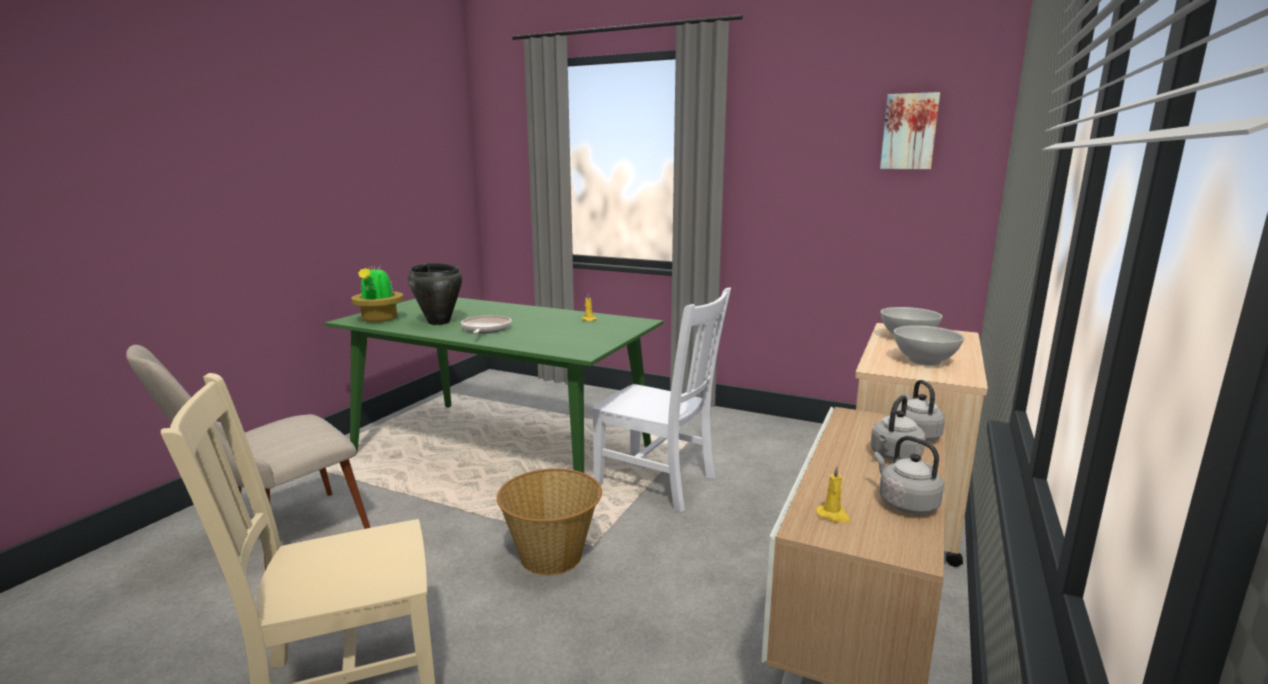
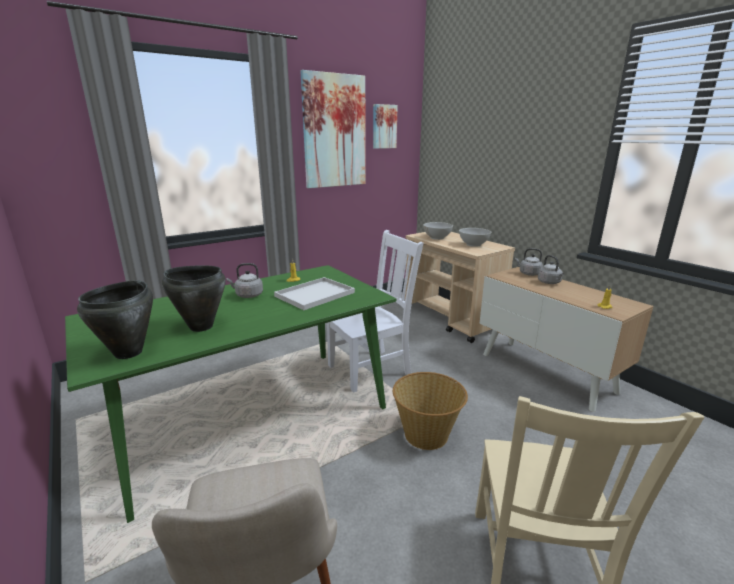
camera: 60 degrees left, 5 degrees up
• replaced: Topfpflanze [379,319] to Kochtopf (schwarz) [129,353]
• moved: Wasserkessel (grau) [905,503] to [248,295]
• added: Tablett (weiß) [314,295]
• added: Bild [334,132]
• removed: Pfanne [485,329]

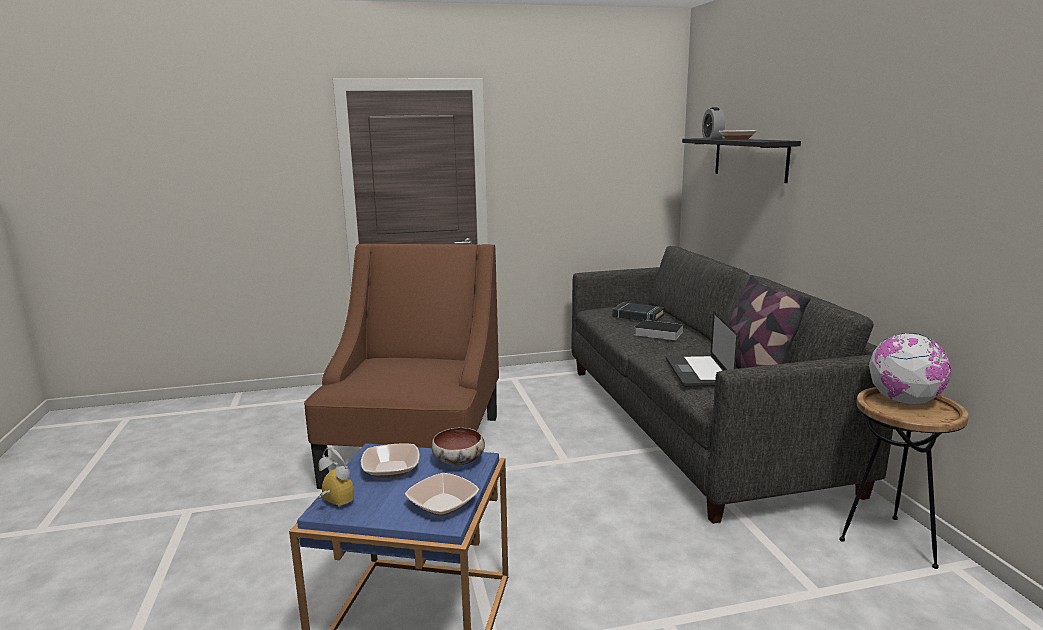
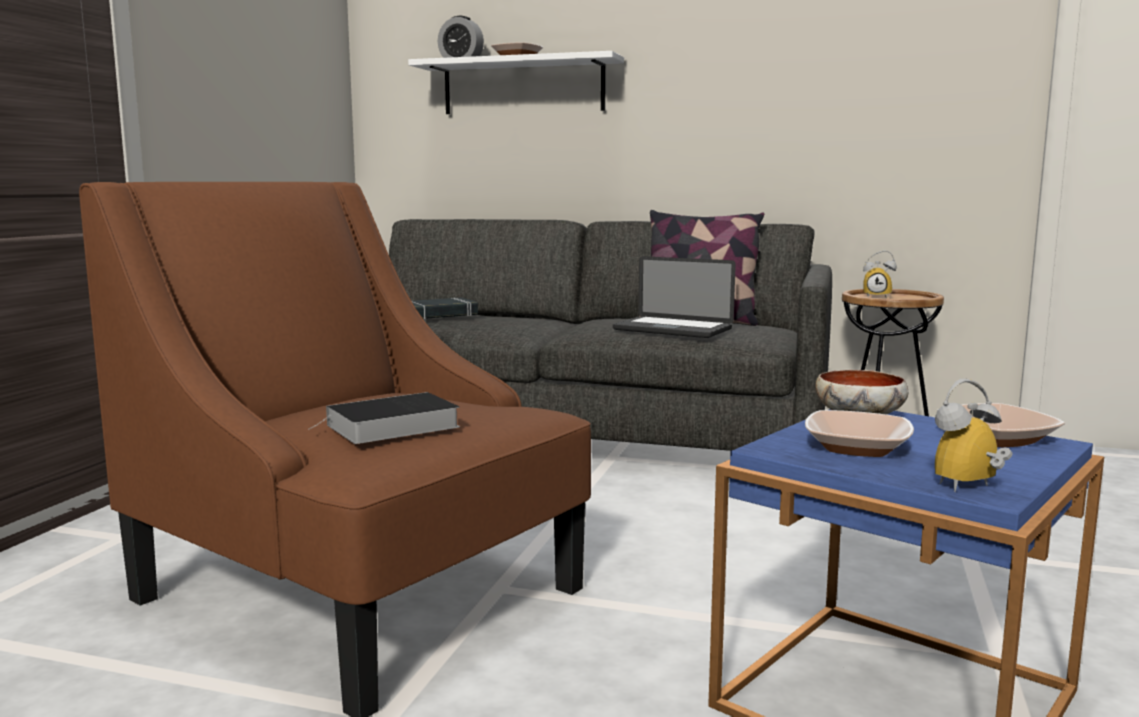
camera: 60 degrees left, 5 degrees down
• moved: Buch [656,333] to [390,427]
• recoloured: Wandregal (schwarz) [750,158] to Wandregal (weiß) [523,86]
• replaced: Globus [904,401] to Wecker [877,296]

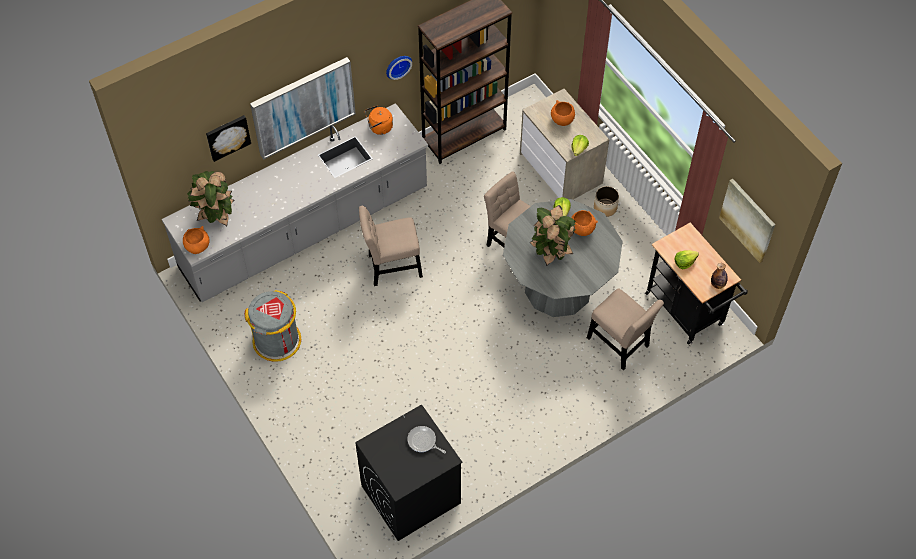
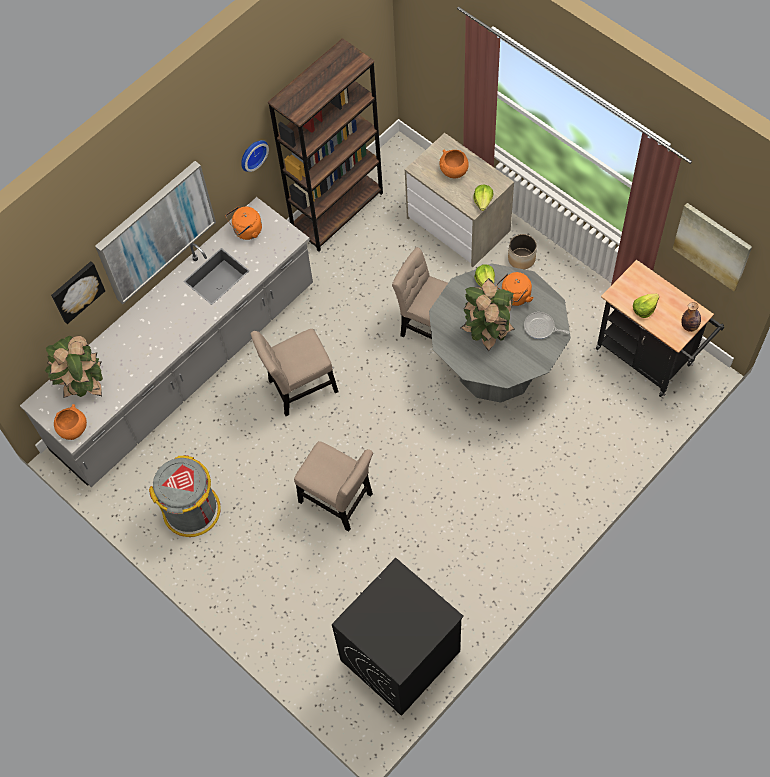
camera: 10 degrees left, 5 degrees up
• moved: Stuhl (beige) [619,344] to [338,500]
• replaced: Schüssel (orange) [582,229] to Wasserkessel (orange) [514,297]
• moved: Pfanne [423,441] to [541,328]

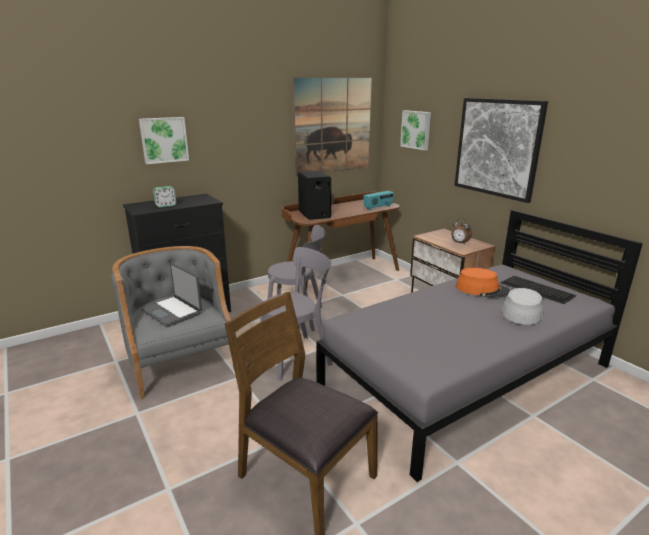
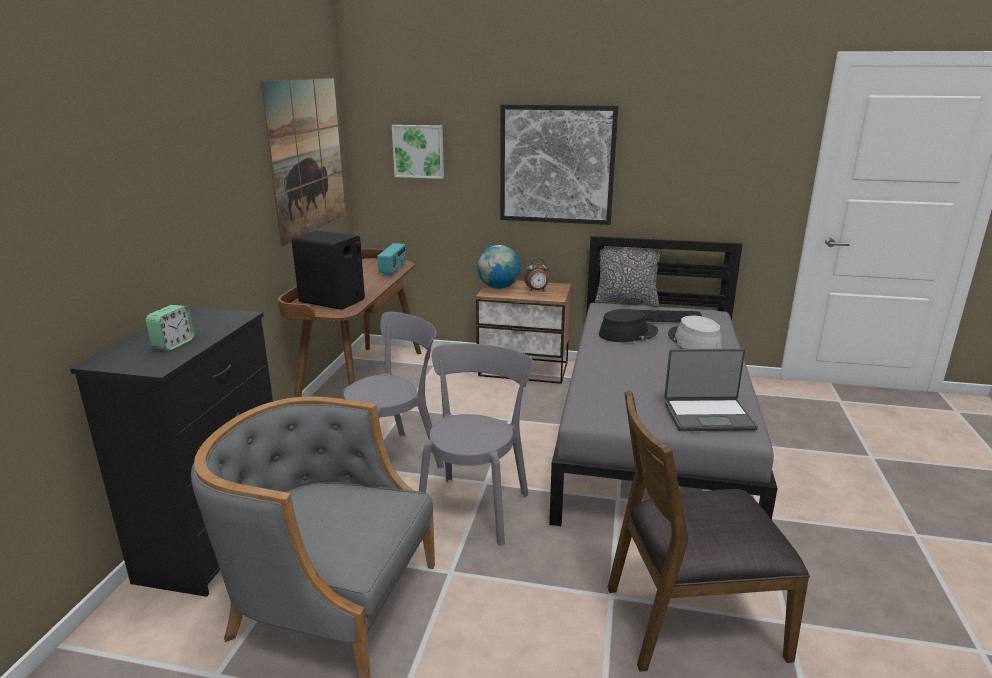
camera: 45 degrees left, 0 degrees up
• added: Globus [498,287]
• added: Kissen [626,302]
• recoloured: Hut (orange) [482,289] to Hut (schwarz) [628,333]
• moved: Laptop [172,311] to [708,415]
• removed: Bild [164,140]

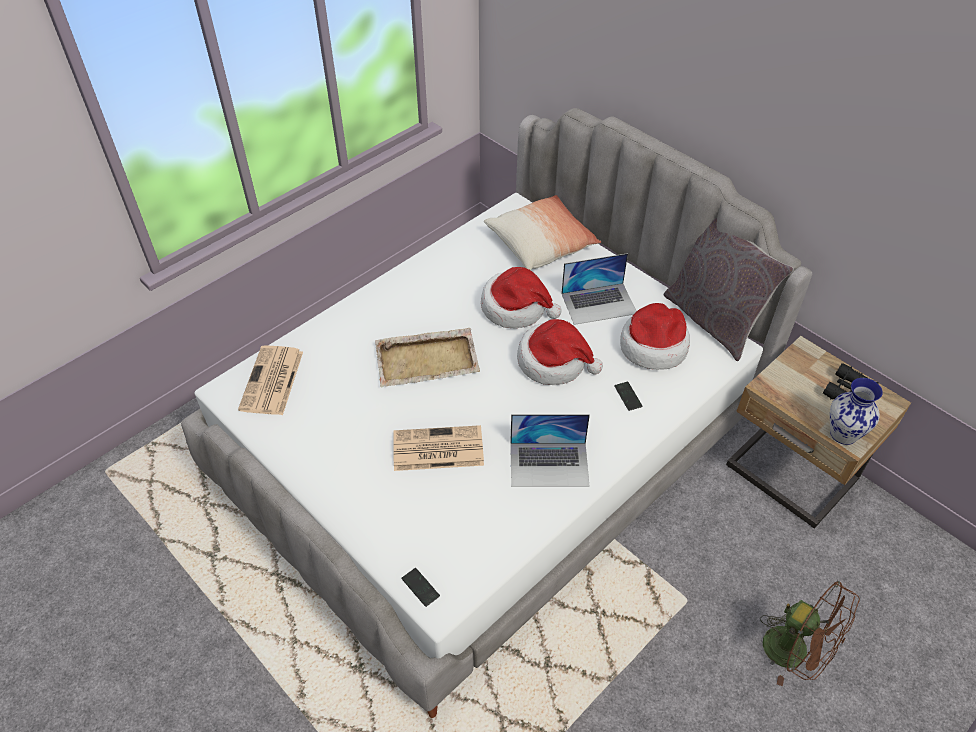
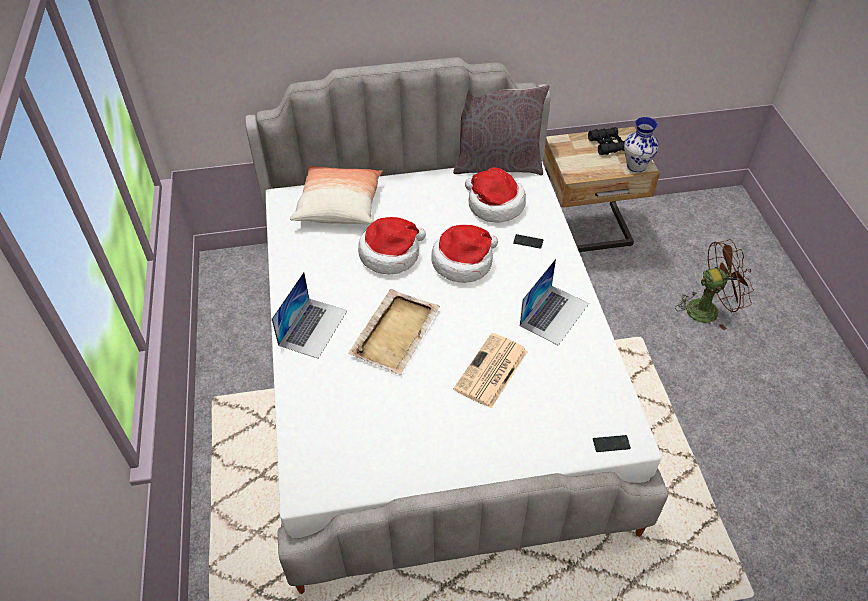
camera: 55 degrees left, 0 degrees up
• moved: Laptop [599,303] to [313,327]
• removed: Zeitung [272,382]

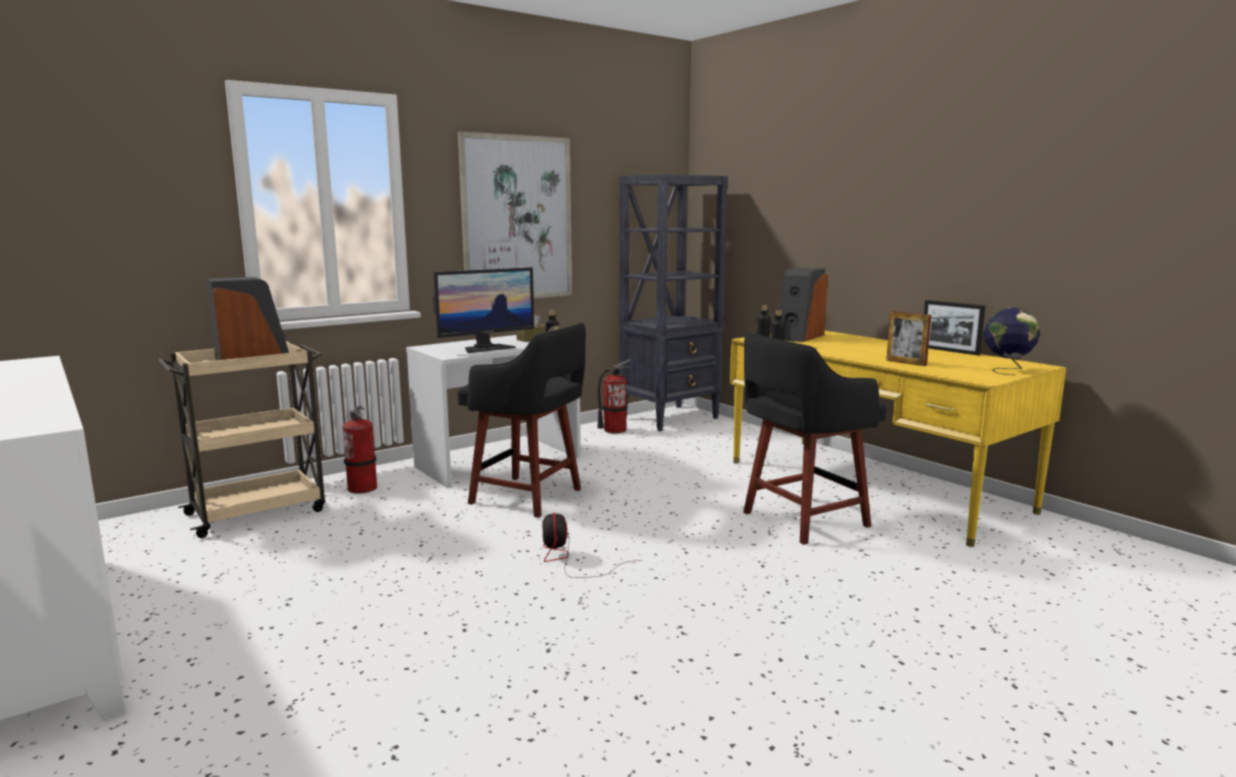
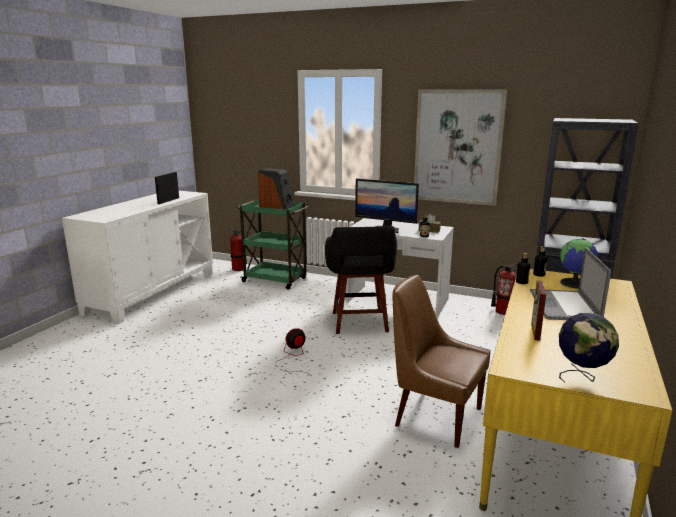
camera: 60 degrees right, 5 degrees up
• moved: Bilderrahmen [949,351] to [168,201]
• moved: Feuerlöscher [362,488] to [239,268]
• recoloured: Rollwagen (beige) [259,512] to Rollwagen (grün) [275,280]
• replaced: Hocker (schwarz) [802,520] to Stuhl (braun) [435,416]
• added: Laptop [564,305]
• replaced: Lautsprecher [799,337] to Globus [575,283]

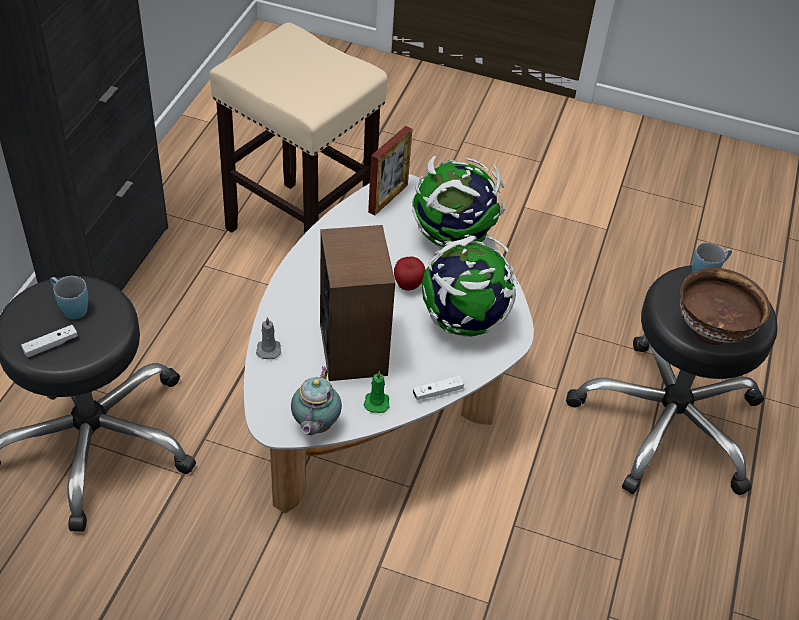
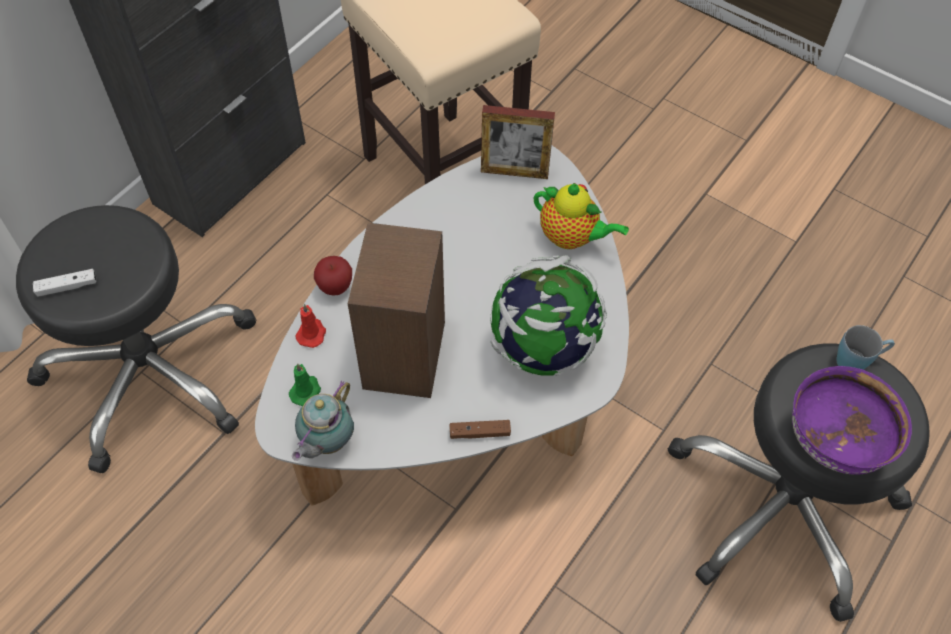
camera: 20 degrees right, 10 degrees up
• moved: Kerze (grün) [376,401] to [306,391]
• recoloured: Kerze (grau) [268,348] to Kerze (rot) [312,333]
• moved: Apfel [408,285] to [335,288]
• recoloured: Gamepad (weiß) [437,392] to Gamepad (braun) [480,433]
• turned: Bilderrahmen [388,198] = [514,172] 45 degrees clockwise
• replaced: Globus [453,237] to Teekanne [571,237]
• recoloured: Schüssel (braun) [711,331] to Schüssel (lila) [832,442]
• removed: Henkelbecher (blau) [70,307]

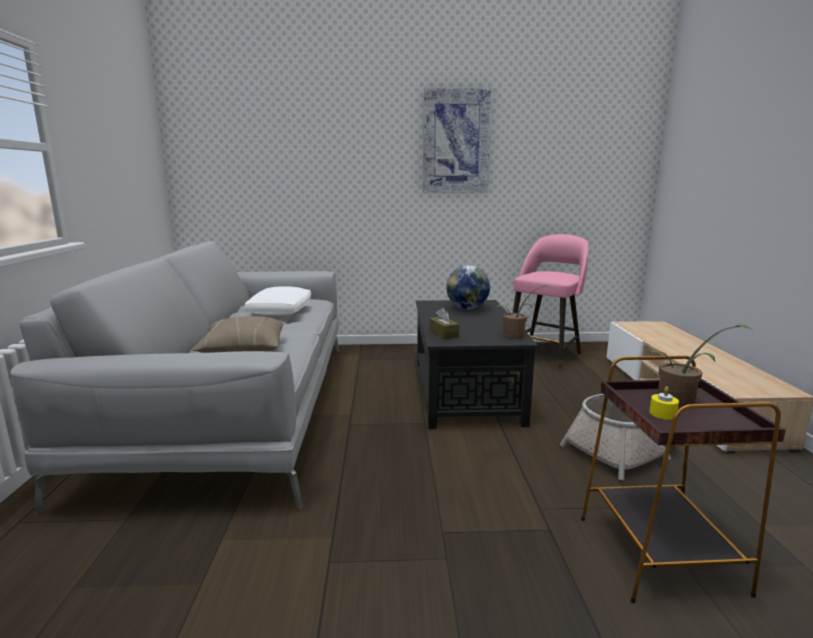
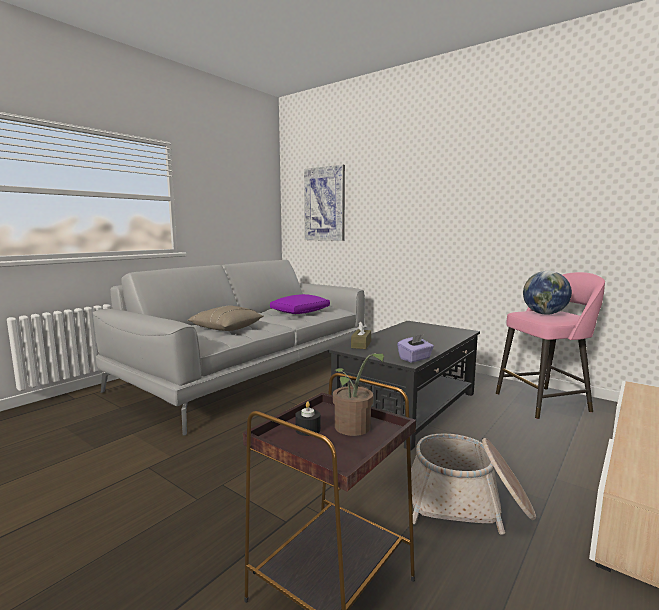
camera: 40 degrees right, 5 degrees down
• recoloured: Kissen (weiß) [280,311] to Kissen (lila) [300,312]
• recoloured: Kerze (gelb) [662,414] to Kerze (schwarz) [308,429]
• moved: Bild [456,141] to [325,204]
• replaced: Topfpflanze [517,336] to Taschentuchbox (lila) [415,358]
• moved: Globus [467,308] to [544,314]

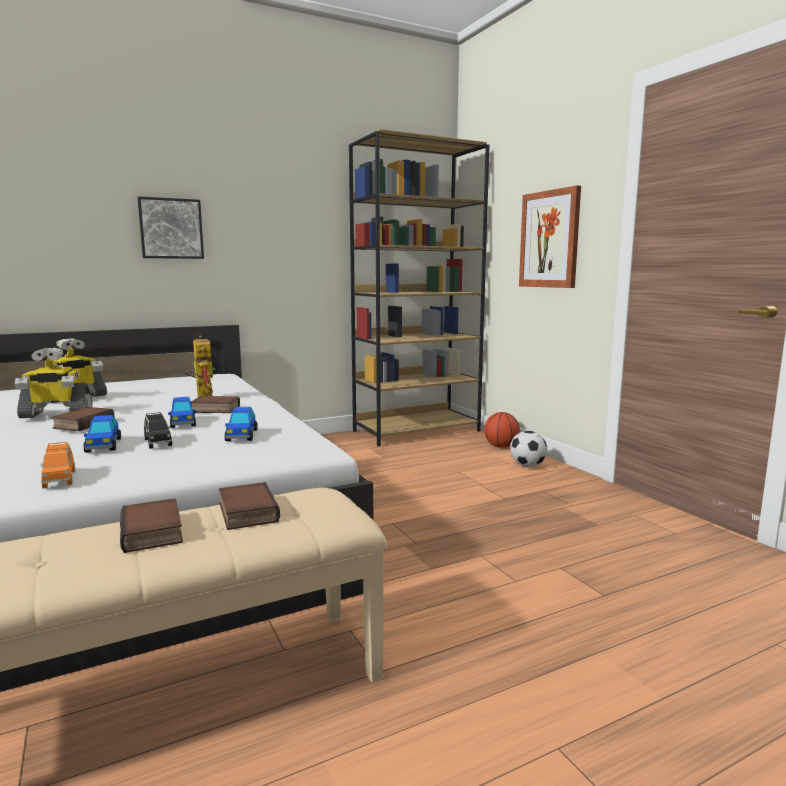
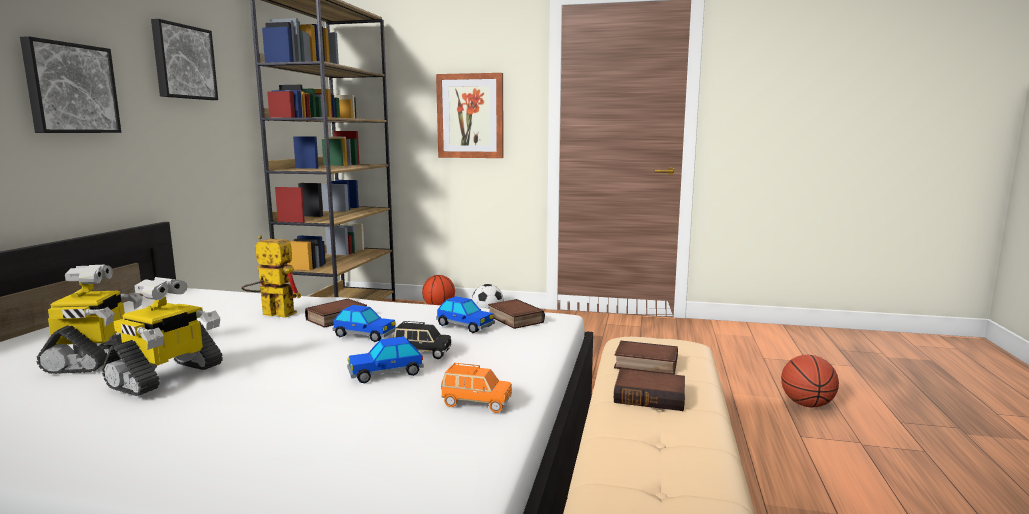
camera: 50 degrees left, 0 degrees up
• added: Bild [183,62]
• turned: Spielzeugauto [103,446] = [385,373] 135 degrees clockwise
• moved: Buch [83,424] to [513,319]
• added: Basketball [806,404]

